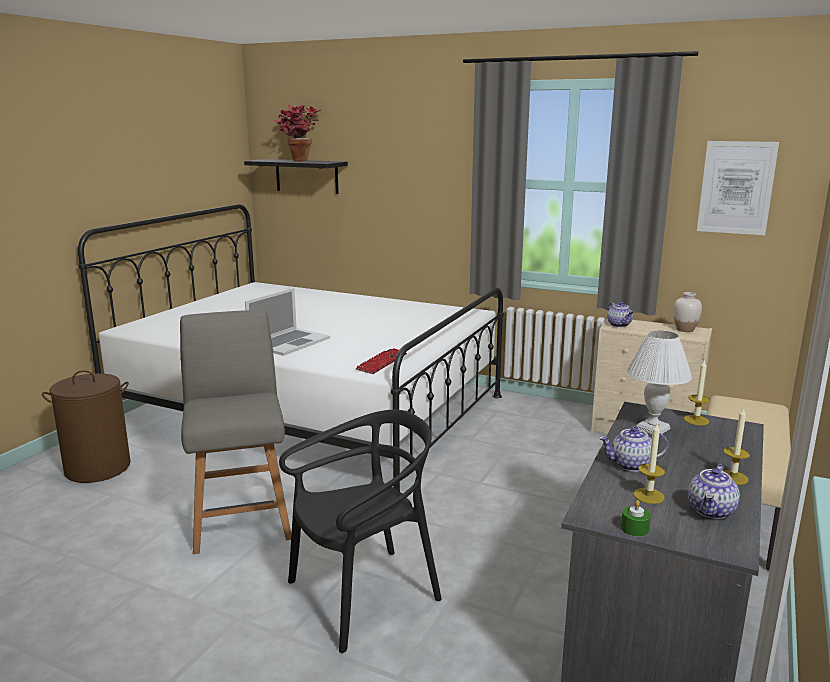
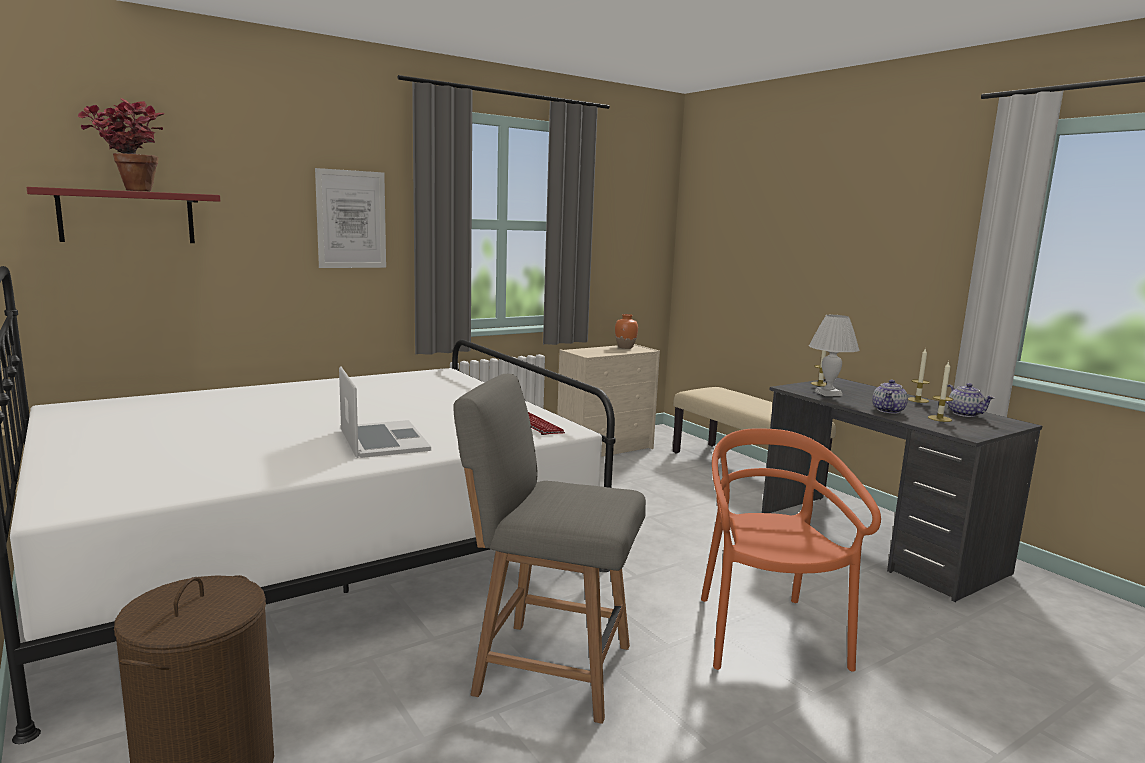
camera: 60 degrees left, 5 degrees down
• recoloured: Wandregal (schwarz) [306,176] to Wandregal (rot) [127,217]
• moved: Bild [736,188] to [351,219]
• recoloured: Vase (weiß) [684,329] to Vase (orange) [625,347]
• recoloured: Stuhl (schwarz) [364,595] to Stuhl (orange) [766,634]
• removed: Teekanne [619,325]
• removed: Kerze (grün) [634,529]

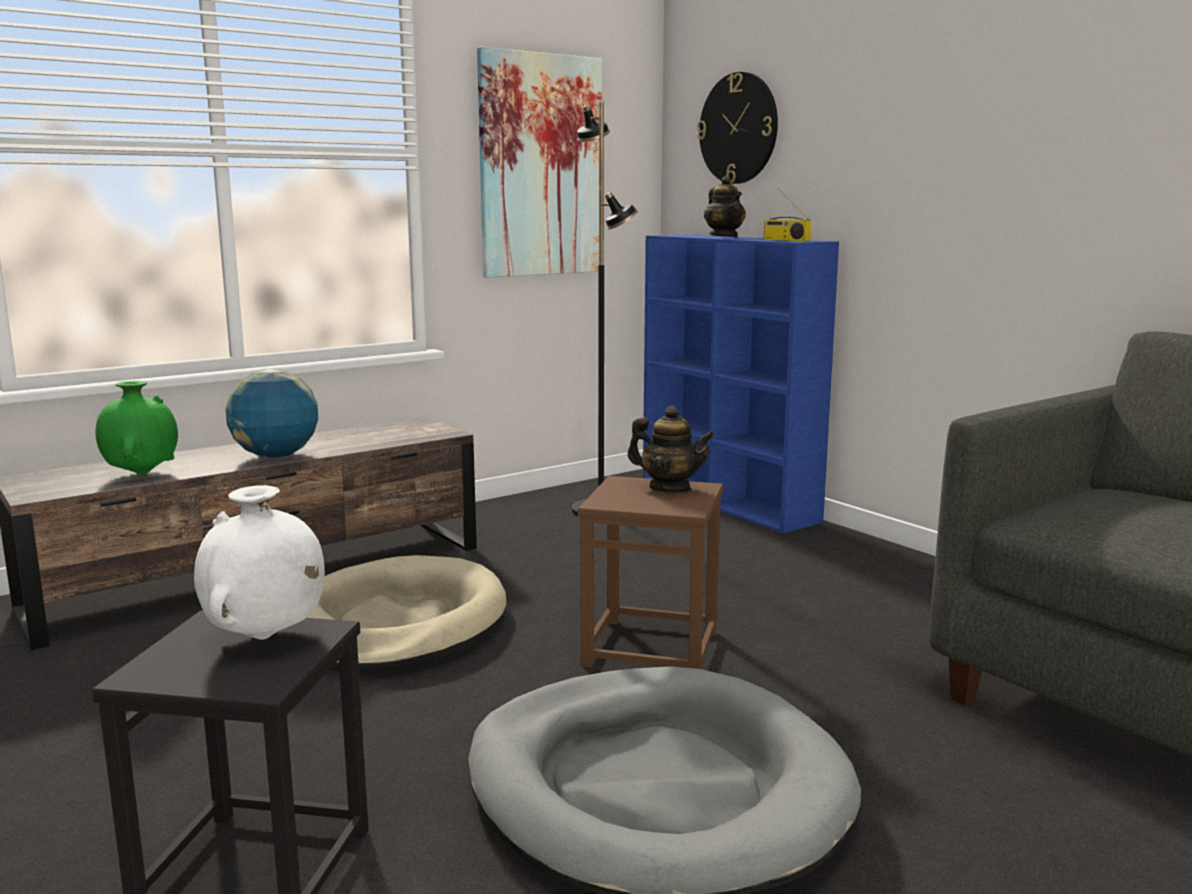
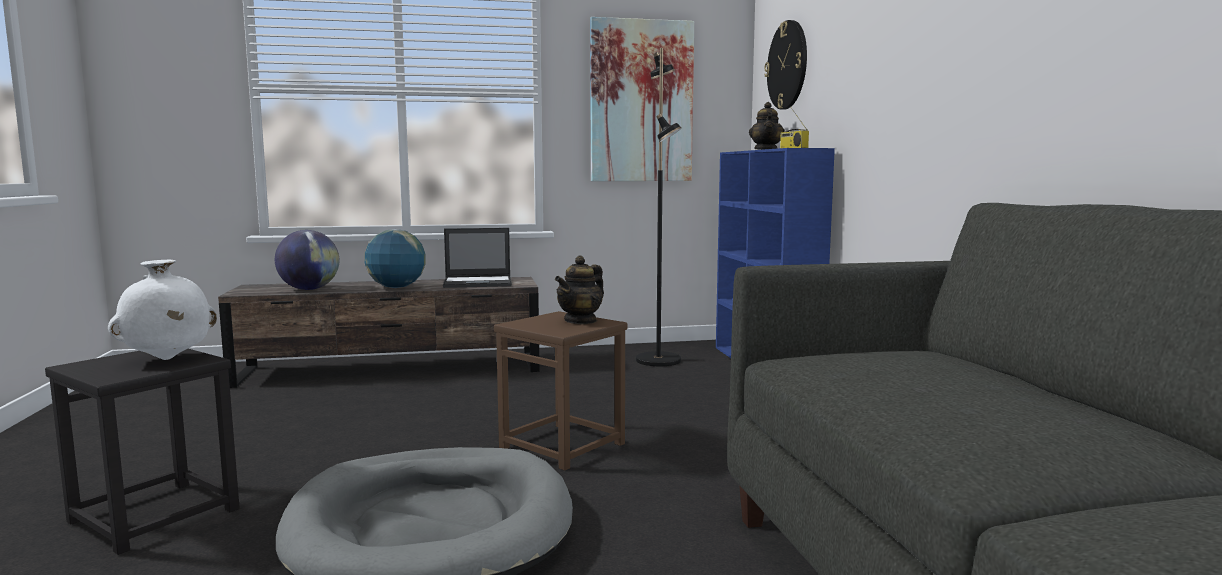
camera: 25 degrees right, 5 degrees down
• replaced: Vase (grün) [141,474] to Globus [309,289]
• added: Laptop [479,283]
• turned: Teekanne [670,488] = [581,321] 75 degrees clockwise
• removed: Hundebett (beige) [396,624]

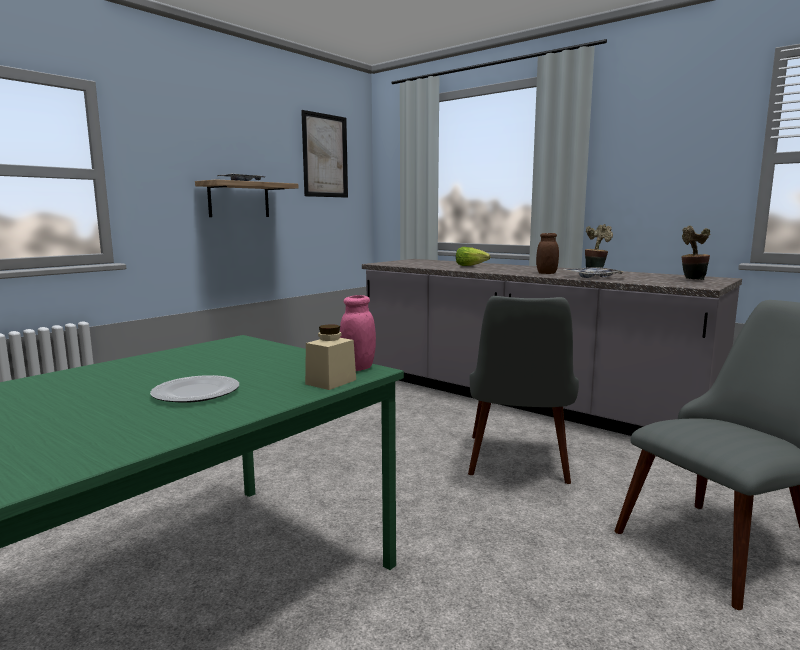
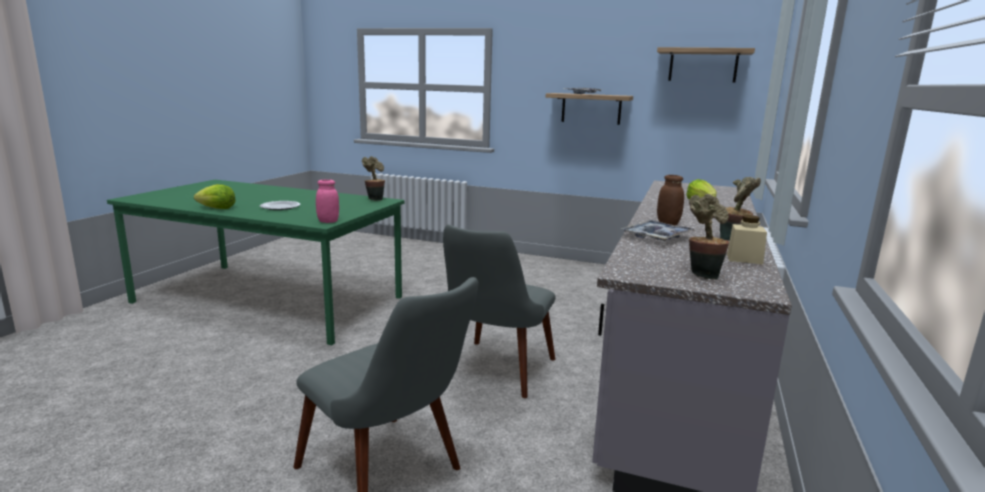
camera: 70 degrees right, 5 degrees up
• added: Salatkopf [217,208]
• added: Topfpflanze [374,199]
• turned: Stuhl (grau) [519,465] = [494,375] 60 degrees counterclockwise
• replaced: Bild [325,156] to Wandregal [703,65]
• moved: Vorratsglas (beige) [331,382] to [744,259]

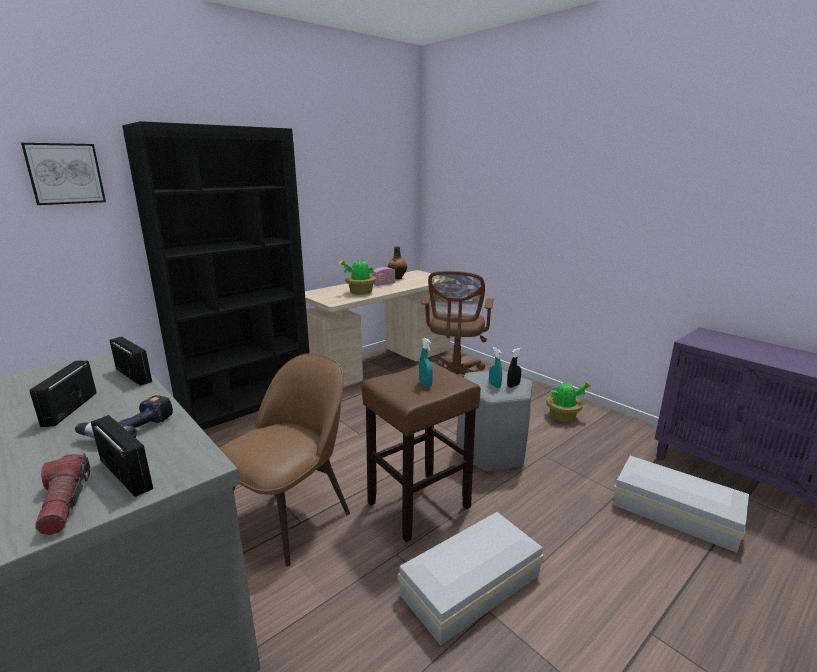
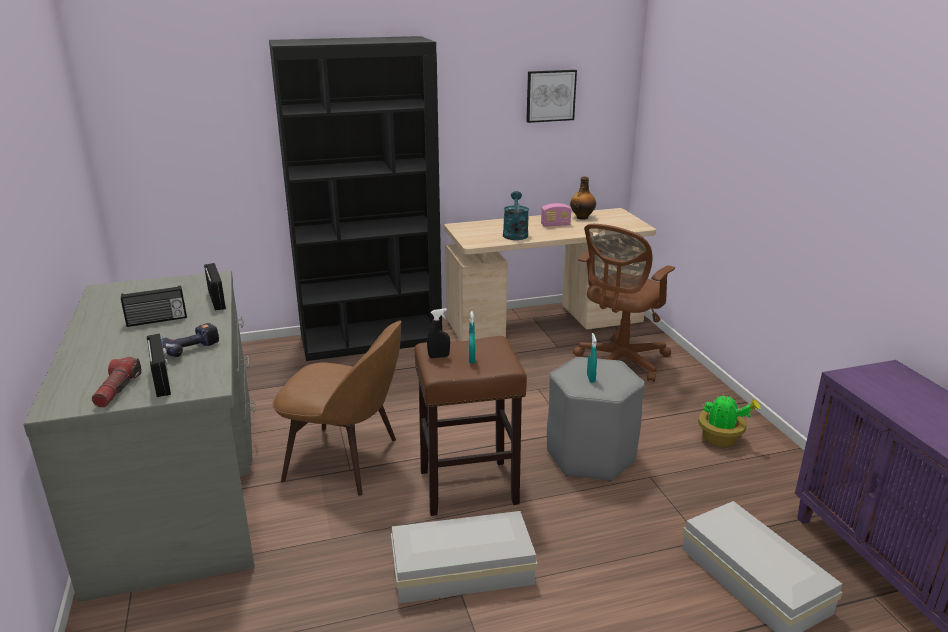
camera: 25 degrees right, 5 degrees up
• turned: Radio [68,409] = [157,320] 135 degrees counterclockwise
• turned: Stuhl (braun) [291,514] = [346,460] 45 degrees clockwise
• moved: Sprühflasche (schwarz) [513,385] to [439,356]
• replaced: Topfpflanze [360,292] to Gießkanne (türkis) [515,233]
• moved: Bild [65,174] to [550,95]

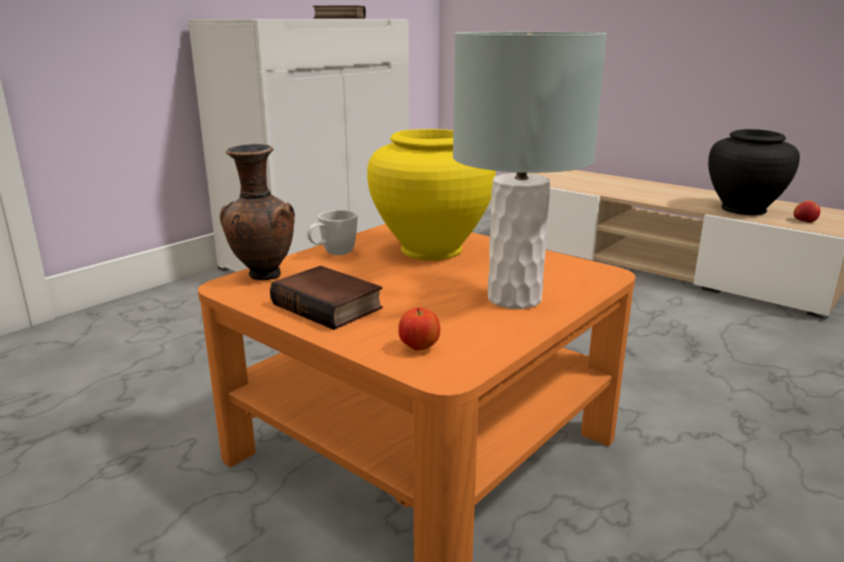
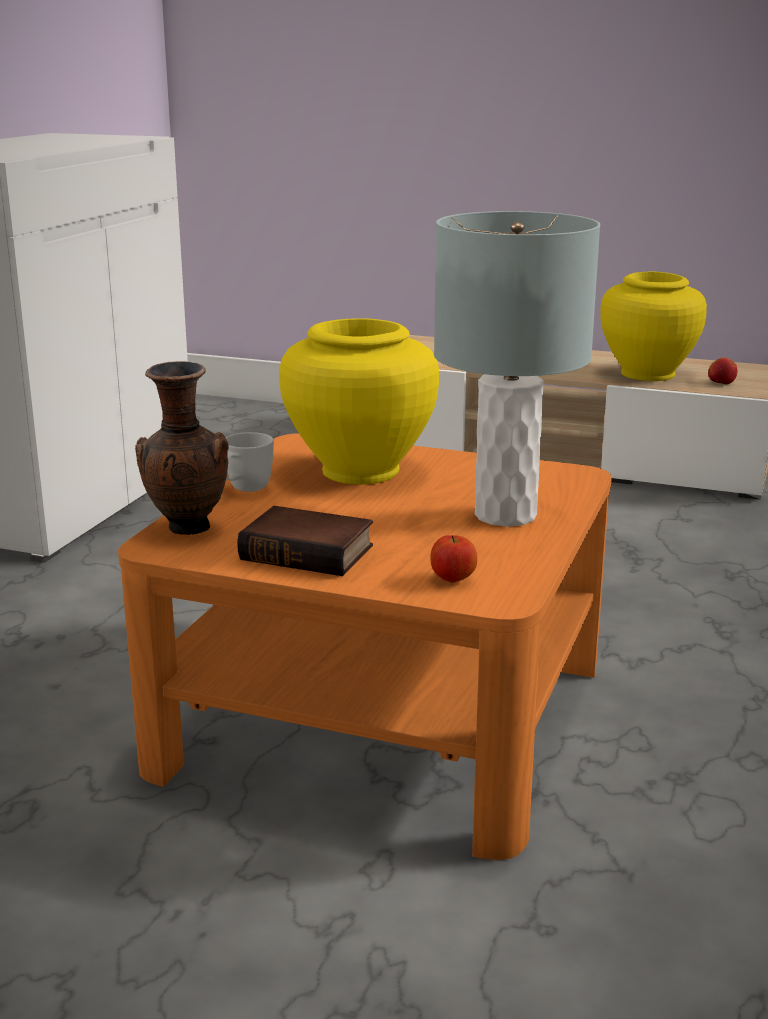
camera: 20 degrees left, 0 degrees up
• recoloured: Vase (schwarz) [743,209] to Vase (gelb) [647,374]
• removed: Buch [338,18]

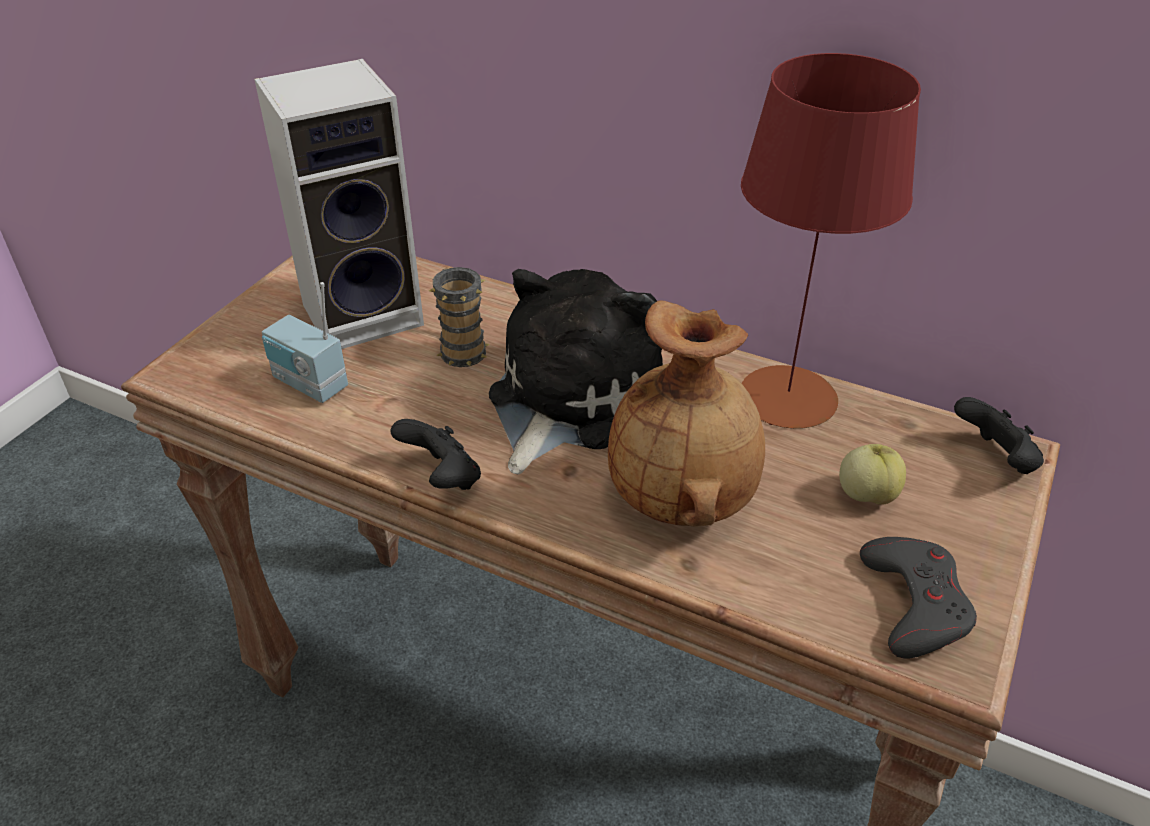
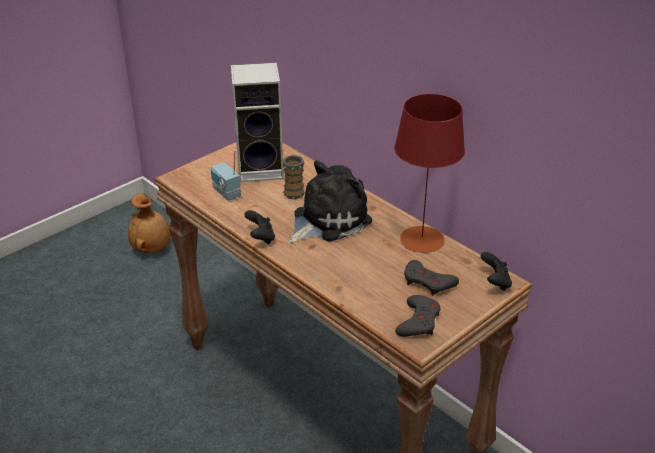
camera: 20 degrees right, 5 degrees down
• moved: Vase (braun) [684,497] to [152,248]
• replaced: Apfel [866,495] to Gamepad (grau) [428,282]

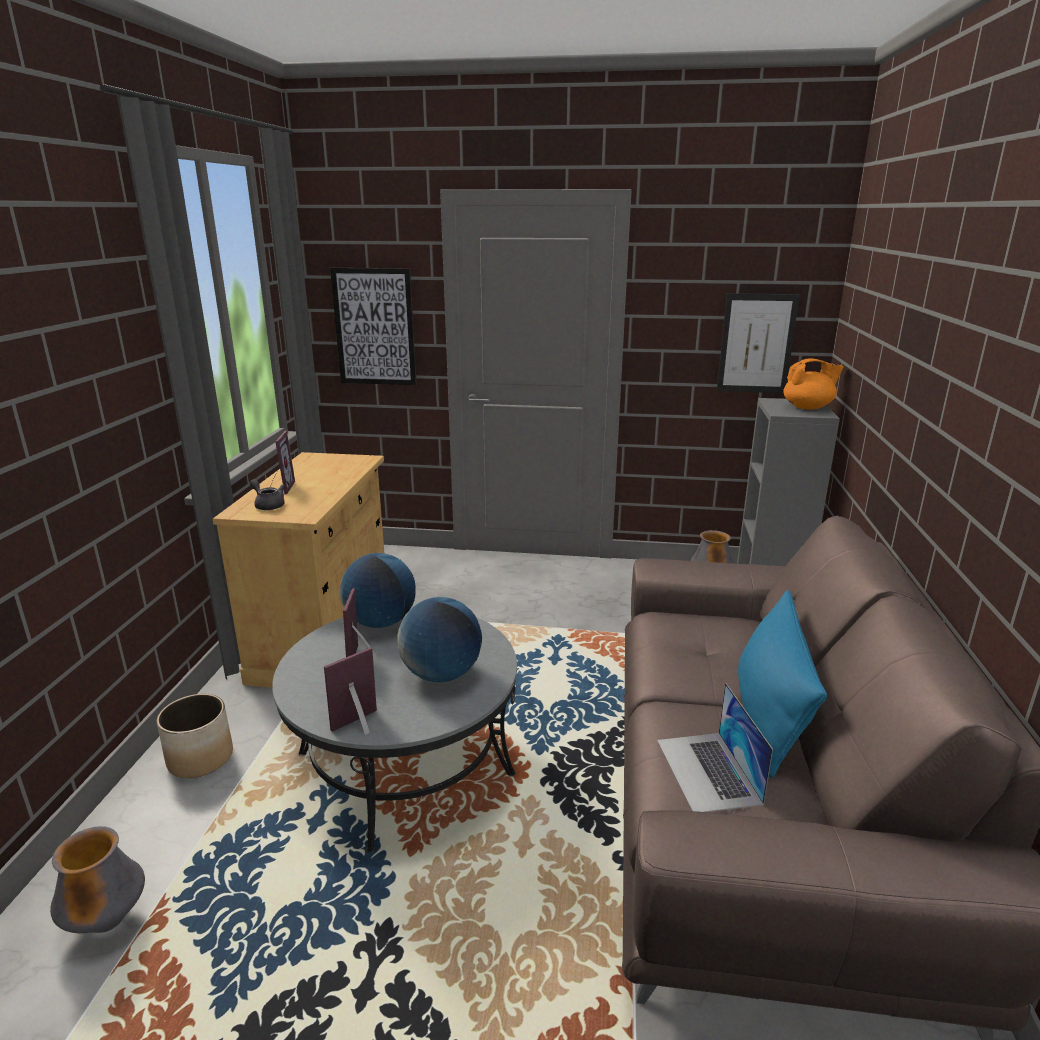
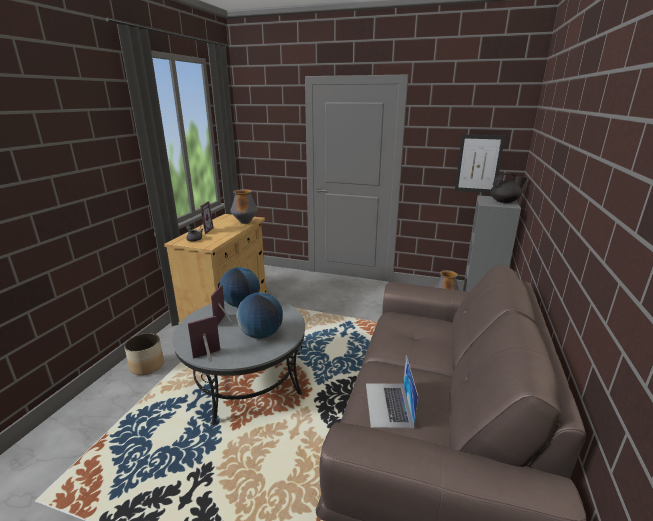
camera: 10 degrees right, 0 degrees up
• moved: Vase [108,921] to [245,222]
• recoloured: Teekanne (orange) [808,408] to Teekanne (schwarz) [504,202]
• removed: Bild [374,327]
• removed: Kissen (blau) [769,715]

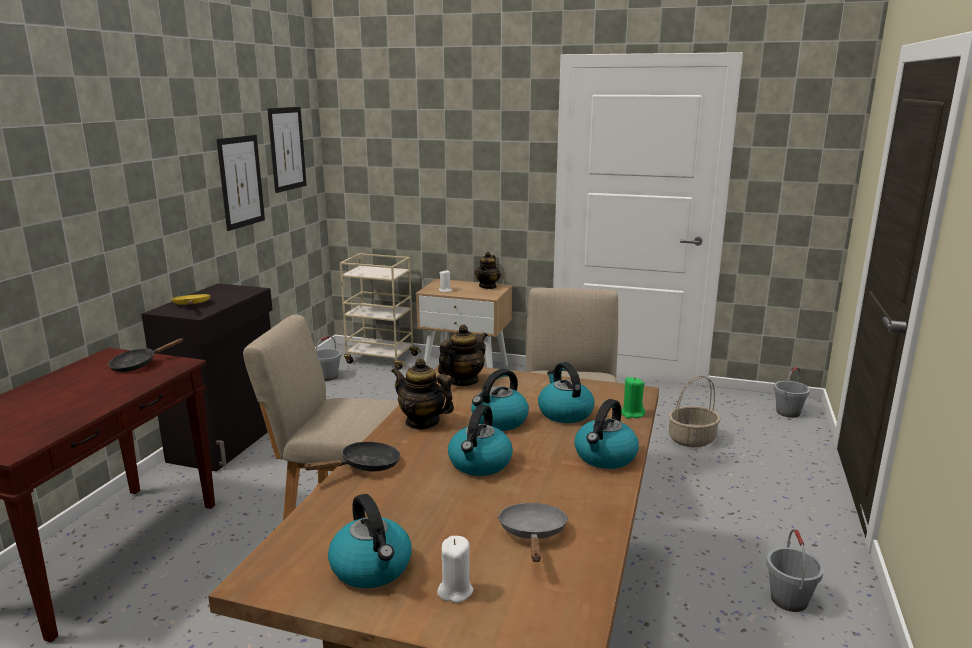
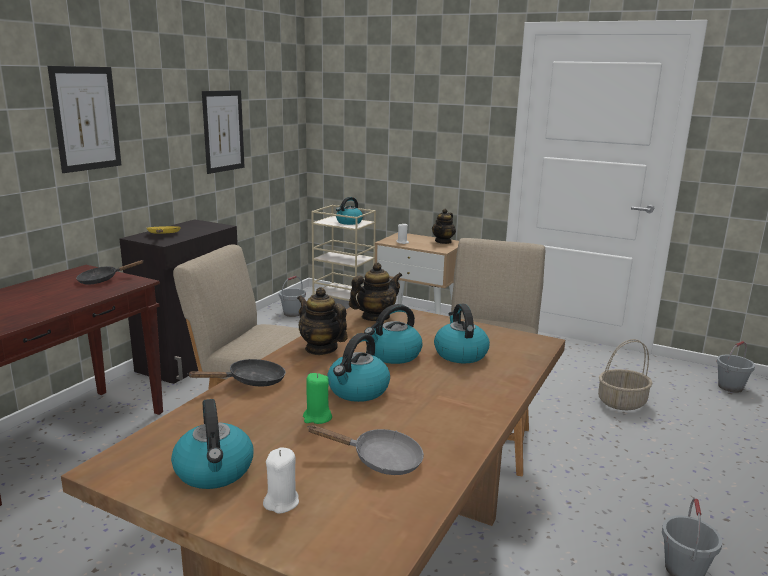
camera: 10 degrees right, 0 degrees up
• moved: Bild [287,149] to [86,119]
• moved: Kerze (grün) [632,414] to [317,417]
• turned: Pfanne (grau) [533,534] = [380,460] 90 degrees clockwise
• moved: Wasserkessel [605,457] to [349,222]

